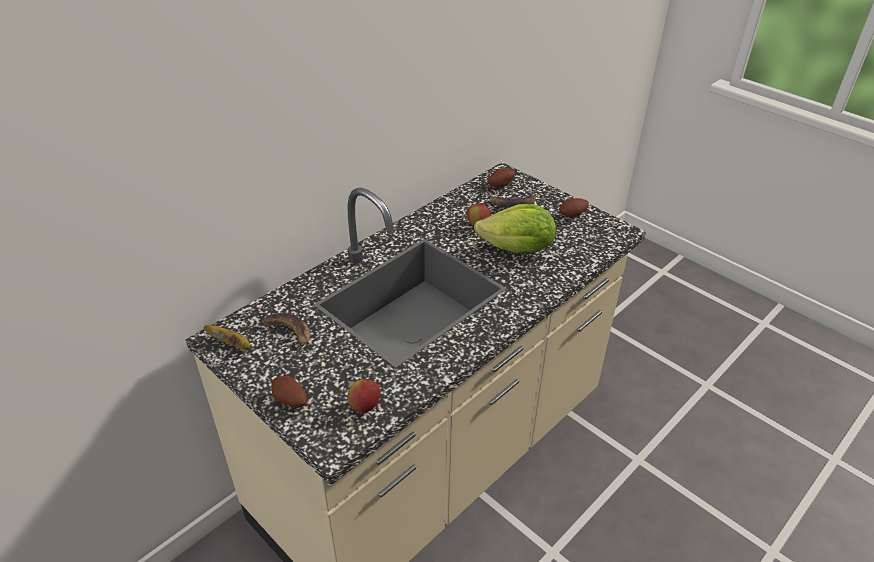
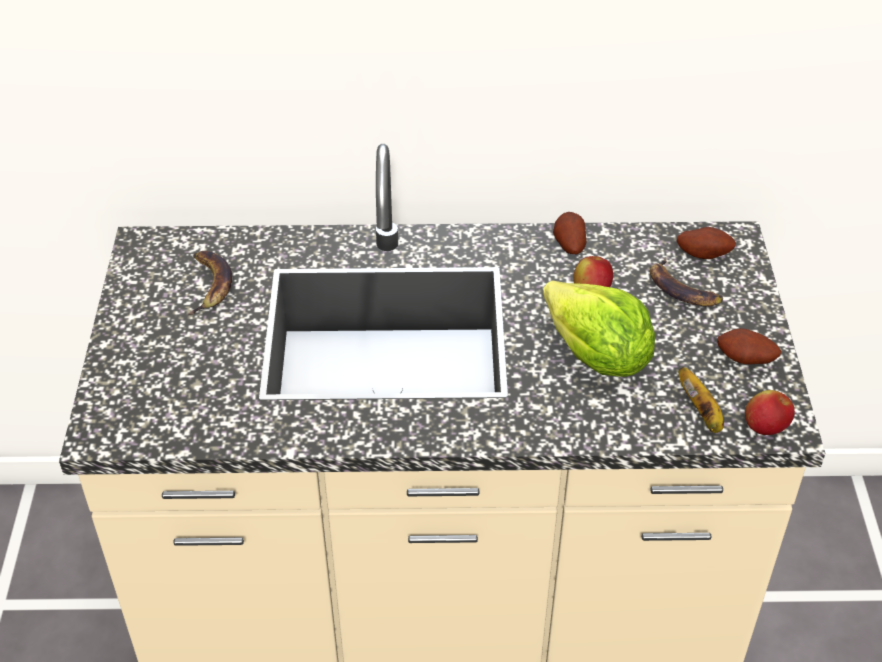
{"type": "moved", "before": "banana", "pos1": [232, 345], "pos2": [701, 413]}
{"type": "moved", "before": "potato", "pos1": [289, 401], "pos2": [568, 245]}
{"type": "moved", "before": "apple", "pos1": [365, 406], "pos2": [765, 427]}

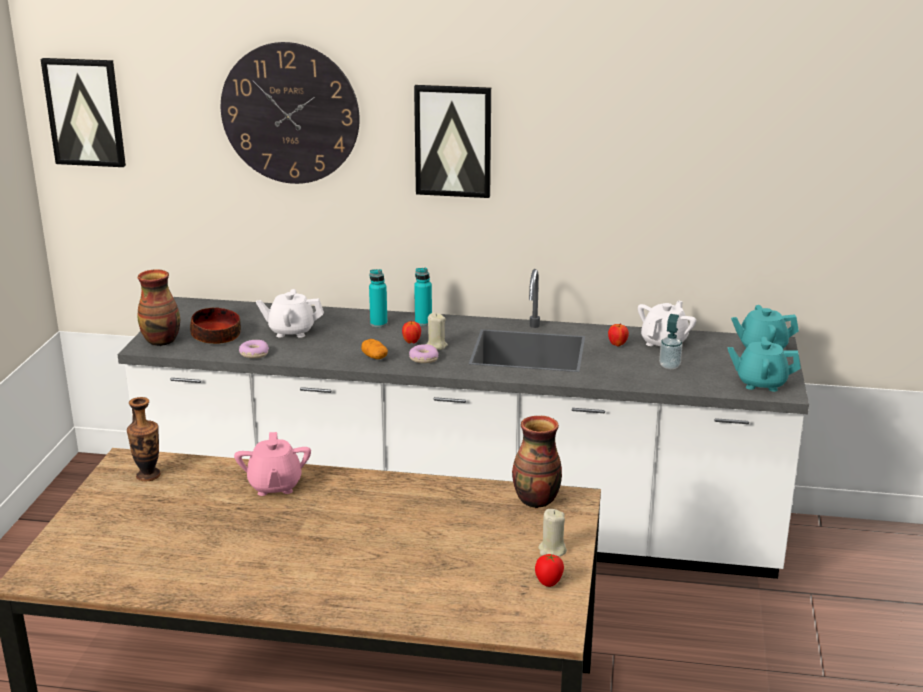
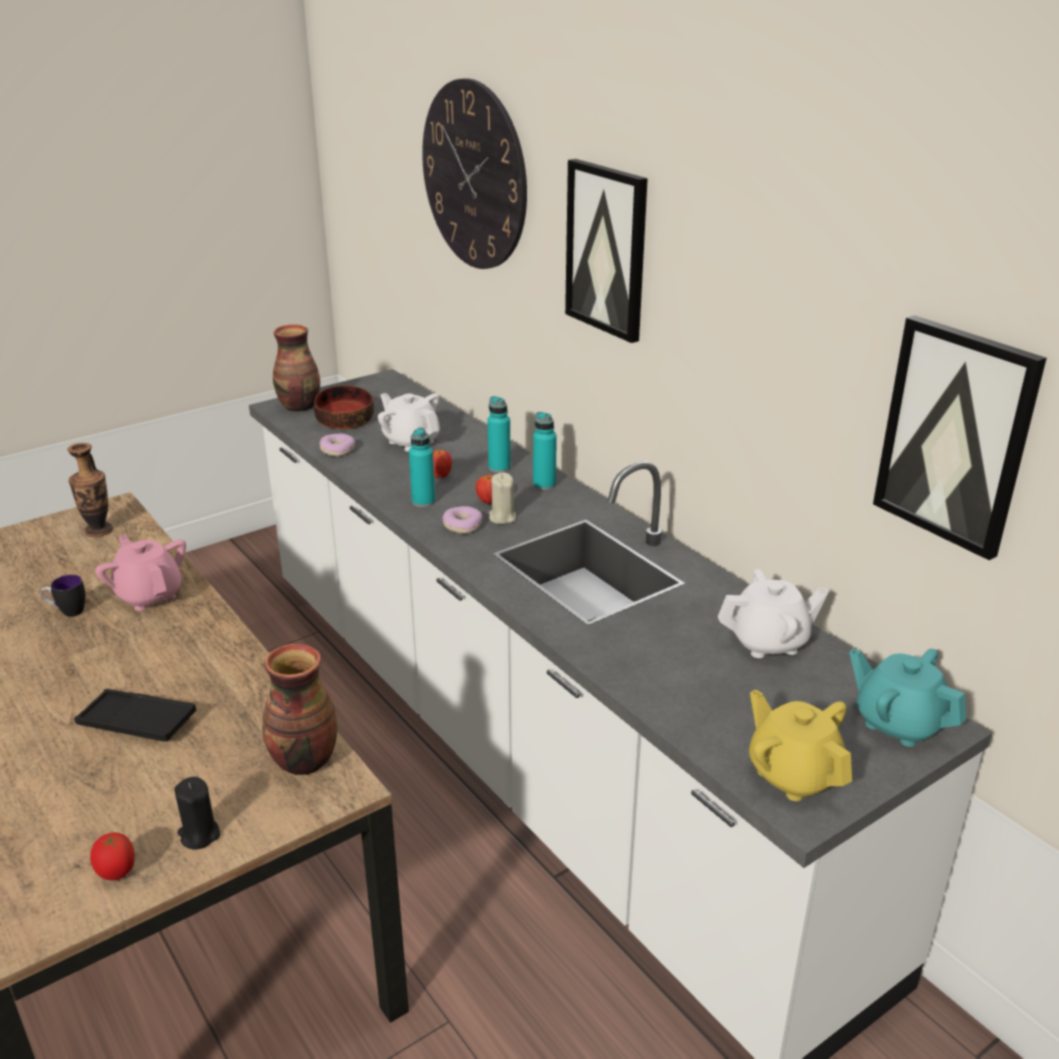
{"type": "removed", "before": "soap dispenser", "pos1": [669, 366]}
{"type": "added", "after": "mug", "pos2": [67, 612]}
{"type": "added", "after": "tray (black)", "pos2": [137, 722]}
{"type": "moved", "before": "picture", "pos1": [85, 112], "pos2": [955, 436]}
{"type": "moved", "before": "apple", "pos1": [617, 344], "pos2": [440, 476]}
{"type": "replaced", "before": "potato", "after": "bottle (turquoise)", "pos1": [374, 357], "pos2": [423, 502]}
{"type": "recoloured", "before": "candle (beige)", "after": "candle (black)", "pos1": [552, 550], "pos2": [199, 835]}
{"type": "recoloured", "before": "teapot (turquoise)", "after": "teapot (yellow)", "pos1": [760, 383], "pos2": [793, 774]}
{"type": "turned", "before": "teapot (pink)", "pos1": [275, 486], "pos2": [149, 595], "turn": 105}

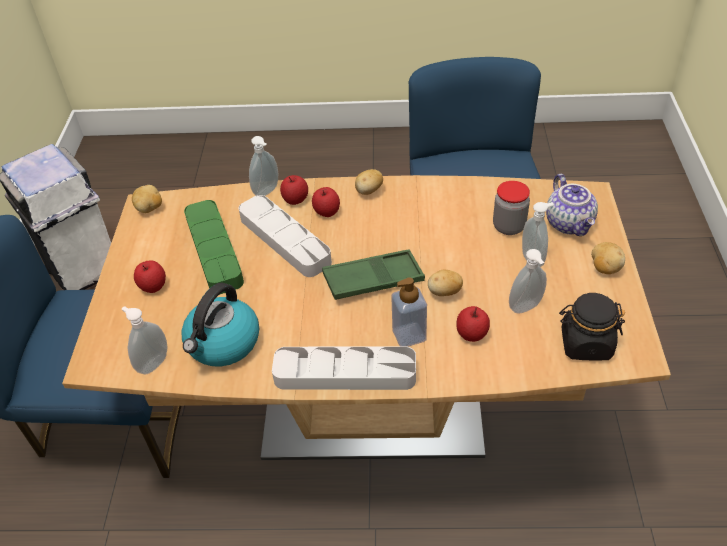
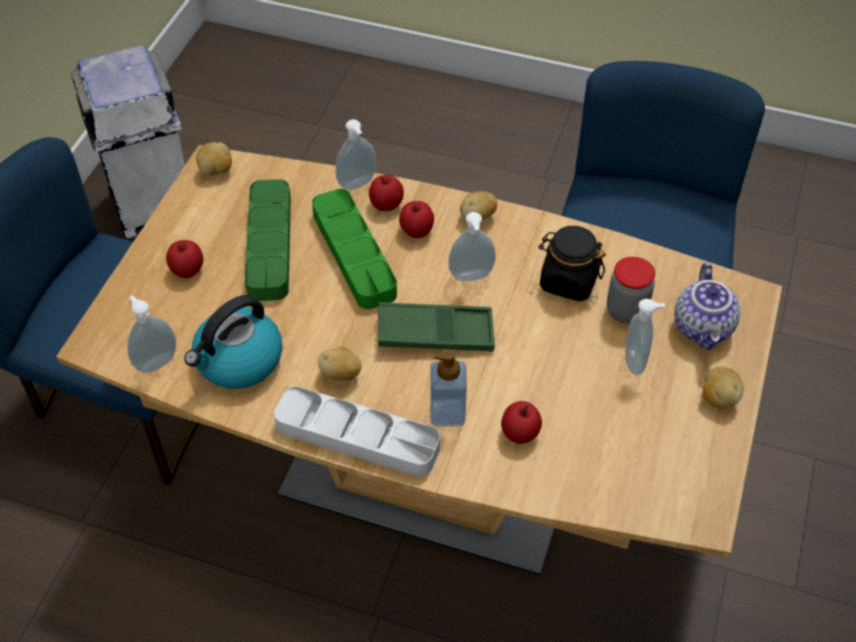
{"type": "moved", "before": "potato", "pos1": [444, 292], "pos2": [341, 374]}
{"type": "moved", "before": "soap dispenser", "pos1": [526, 308], "pos2": [471, 278]}
{"type": "moved", "before": "jar (black)", "pos1": [585, 344], "pos2": [568, 281]}
{"type": "recoloured", "before": "tray (grey)", "after": "tray (green)", "pos1": [284, 240], "pos2": [354, 253]}

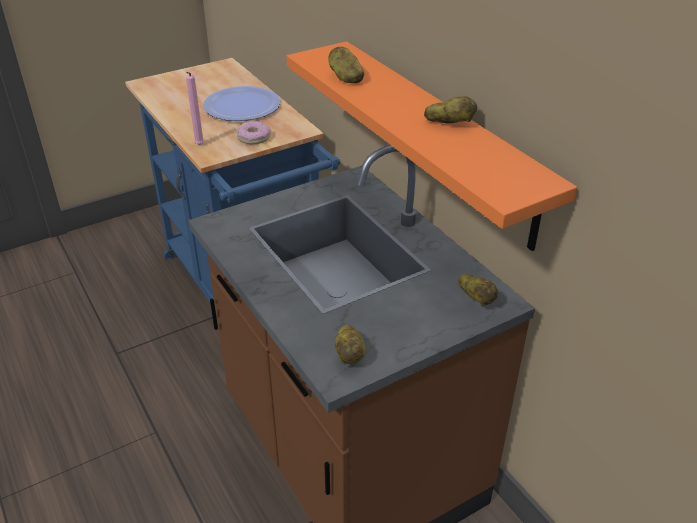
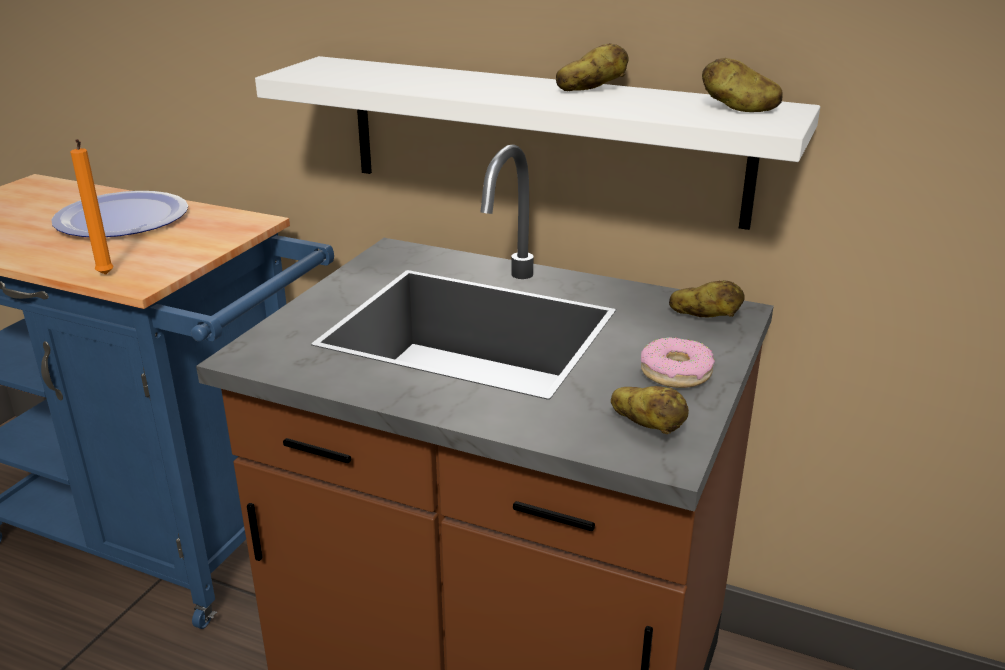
{"type": "moved", "before": "donut", "pos1": [254, 137], "pos2": [675, 373]}
{"type": "moved", "before": "potato", "pos1": [345, 78], "pos2": [738, 109]}
{"type": "recoloured", "before": "candle (pink)", "after": "candle (orange)", "pos1": [199, 146], "pos2": [105, 275]}
{"type": "recoloured", "before": "shelf (orange)", "after": "shelf (white)", "pos1": [439, 140], "pos2": [542, 139]}

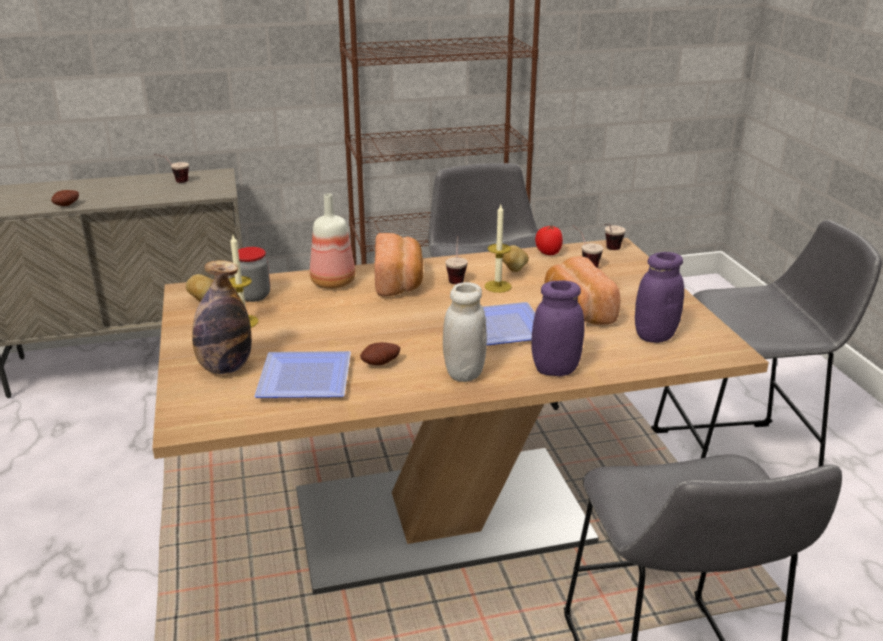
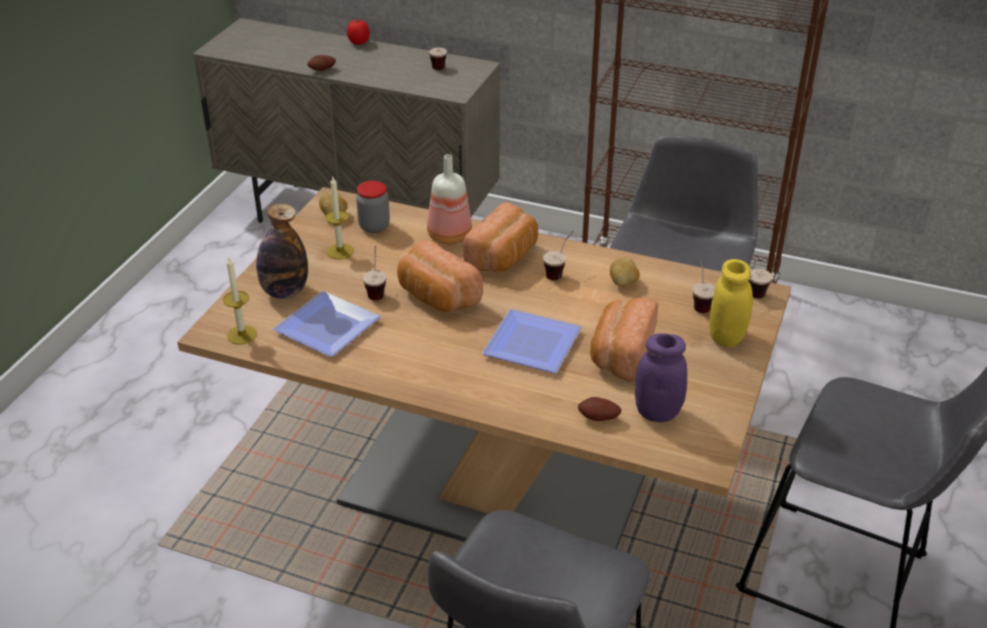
{"type": "removed", "before": "jar (white)", "pos1": [464, 373]}
{"type": "removed", "before": "jar (purple)", "pos1": [555, 369]}
{"type": "added", "after": "cup", "pos2": [376, 290]}
{"type": "added", "after": "bread", "pos2": [436, 297]}
{"type": "added", "after": "jar (yellow)", "pos2": [726, 337]}
{"type": "moved", "before": "potato", "pos1": [381, 364], "pos2": [598, 419]}
{"type": "moved", "before": "candle", "pos1": [498, 286], "pos2": [242, 335]}
{"type": "moved", "before": "tomato", "pos1": [548, 253], "pos2": [358, 42]}

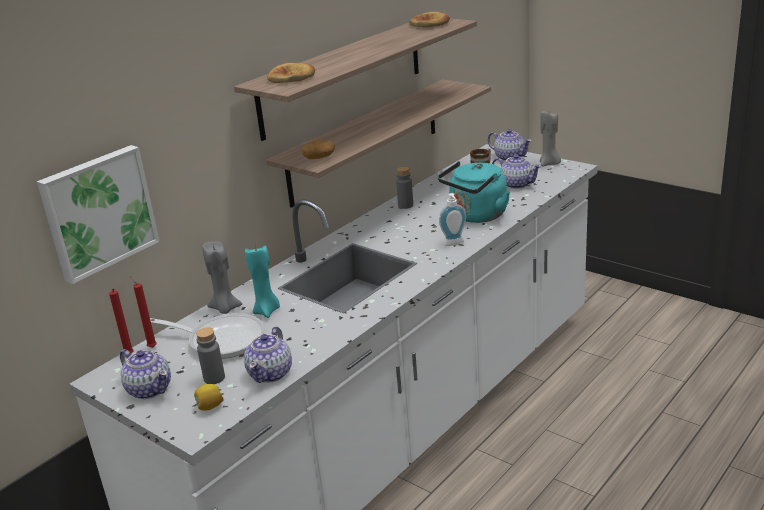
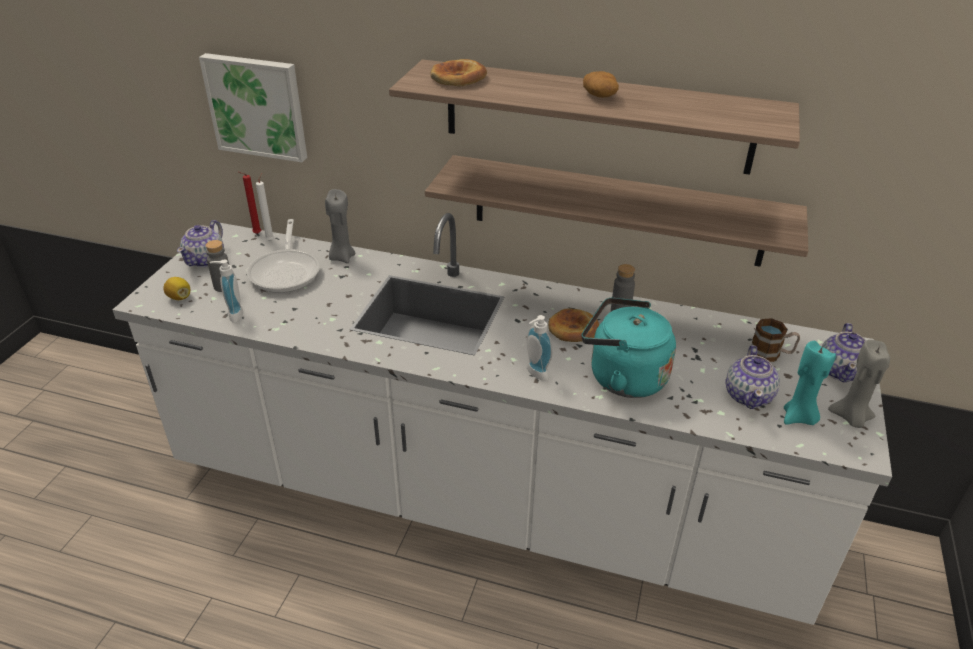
{"type": "moved", "before": "candle (turquoise)", "pos1": [267, 311], "pos2": [798, 418]}
{"type": "moved", "before": "potato", "pos1": [319, 157], "pos2": [600, 96]}
{"type": "moved", "before": "bread", "pos1": [430, 24], "pos2": [573, 329]}
{"type": "replaced", "before": "teapot", "after": "soap dispenser", "pos1": [271, 373], "pos2": [233, 315]}
{"type": "recoloured", "before": "candle (red)", "after": "candle (white)", "pos1": [151, 347], "pos2": [271, 240]}

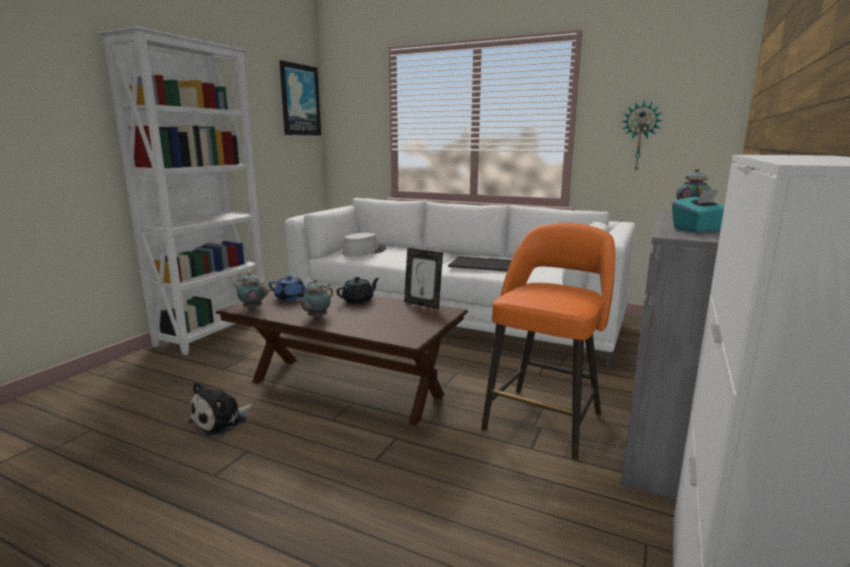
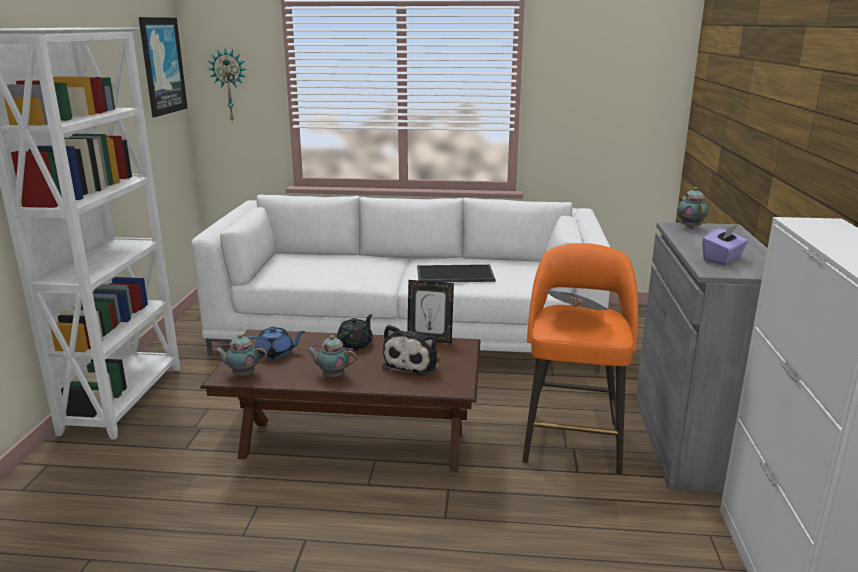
{"type": "removed", "before": "hat (grey)", "pos1": [364, 251]}
{"type": "added", "after": "newspaper", "pos2": [575, 318]}
{"type": "moved", "before": "plush toy", "pos1": [221, 421], "pos2": [413, 363]}
{"type": "moved", "before": "wall clock", "pos1": [640, 137], "pos2": [229, 85]}
{"type": "recoloured", "before": "tissue box (turquoise)", "after": "tissue box (purple)", "pos1": [699, 230], "pos2": [722, 259]}
{"type": "turned", "before": "teapot", "pos1": [316, 317], "pos2": [332, 376], "turn": 90}

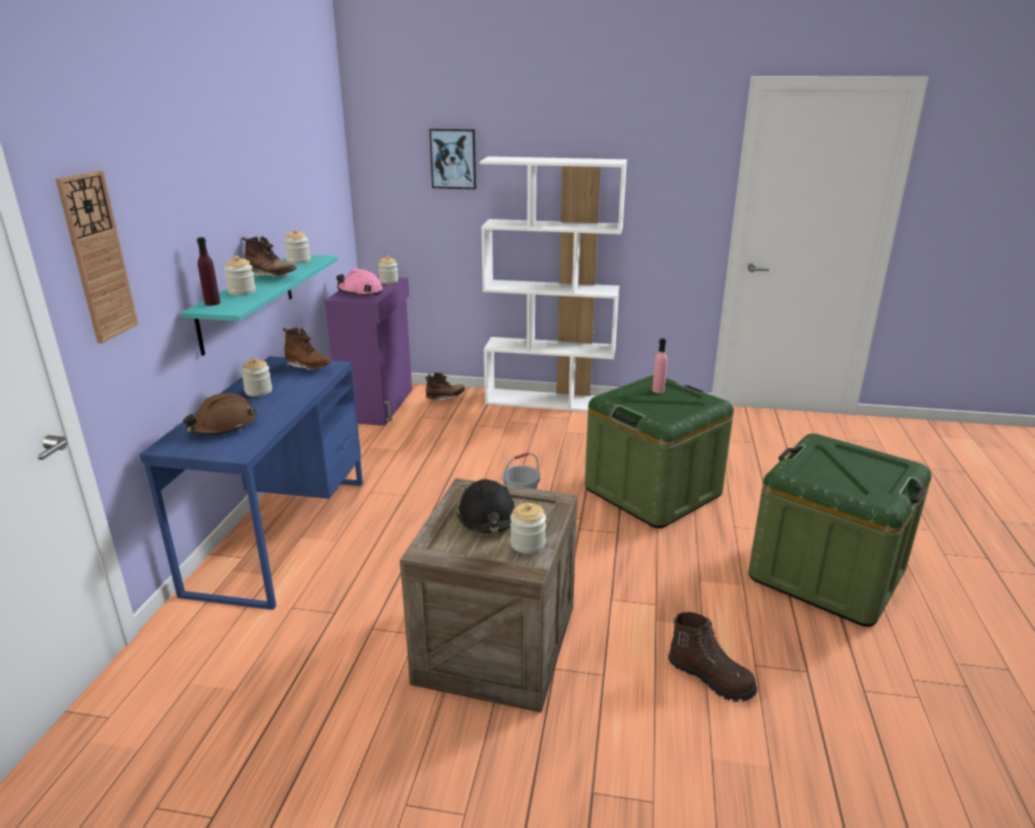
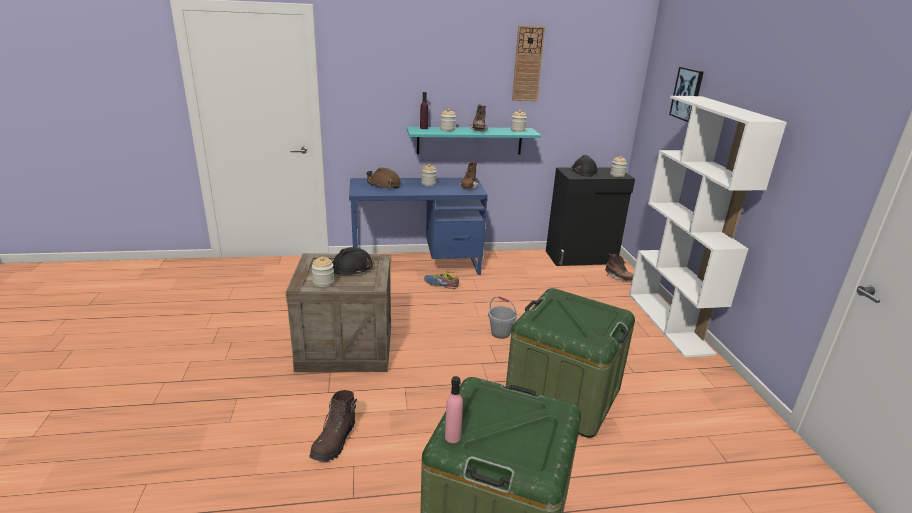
{"type": "added", "after": "shoe", "pos2": [441, 284]}
{"type": "moved", "before": "wall clock", "pos1": [98, 257], "pos2": [527, 64]}
{"type": "moved", "before": "bottle (pink)", "pos1": [658, 390], "pos2": [452, 437]}
{"type": "recoloured", "before": "cabinet (purple)", "after": "cabinet (black)", "pos1": [378, 405], "pos2": [581, 258]}
{"type": "recoloured", "before": "hard hat (pink)", "after": "hard hat (black)", "pos1": [360, 292], "pos2": [583, 172]}

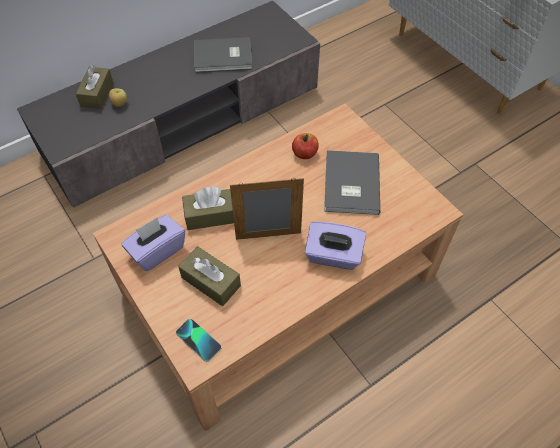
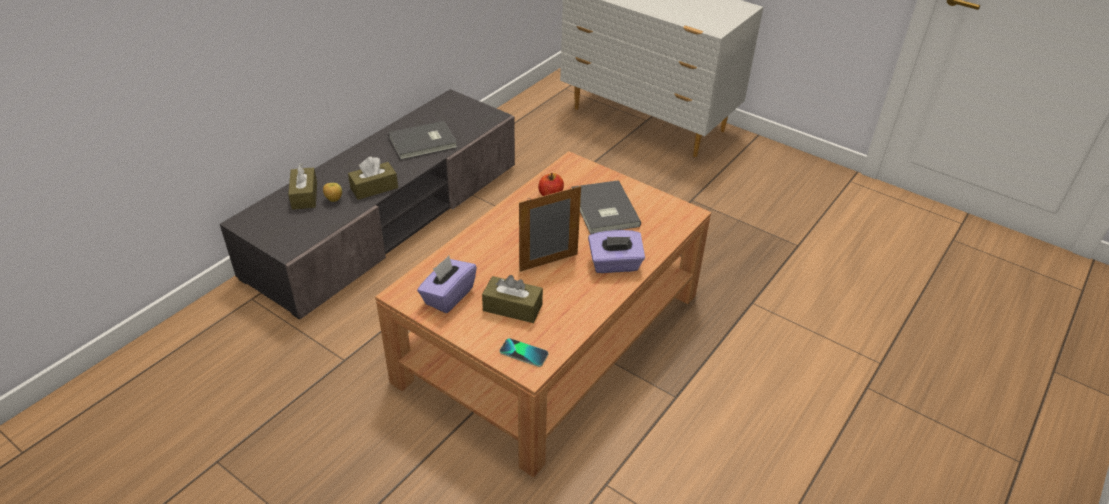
{"type": "moved", "before": "tissue box (brown)", "pos1": [211, 215], "pos2": [374, 188]}

